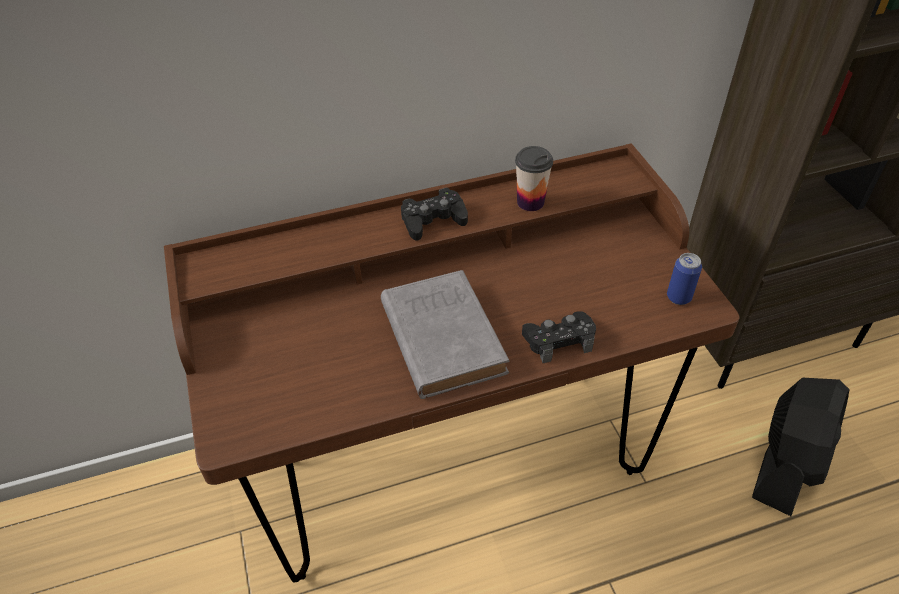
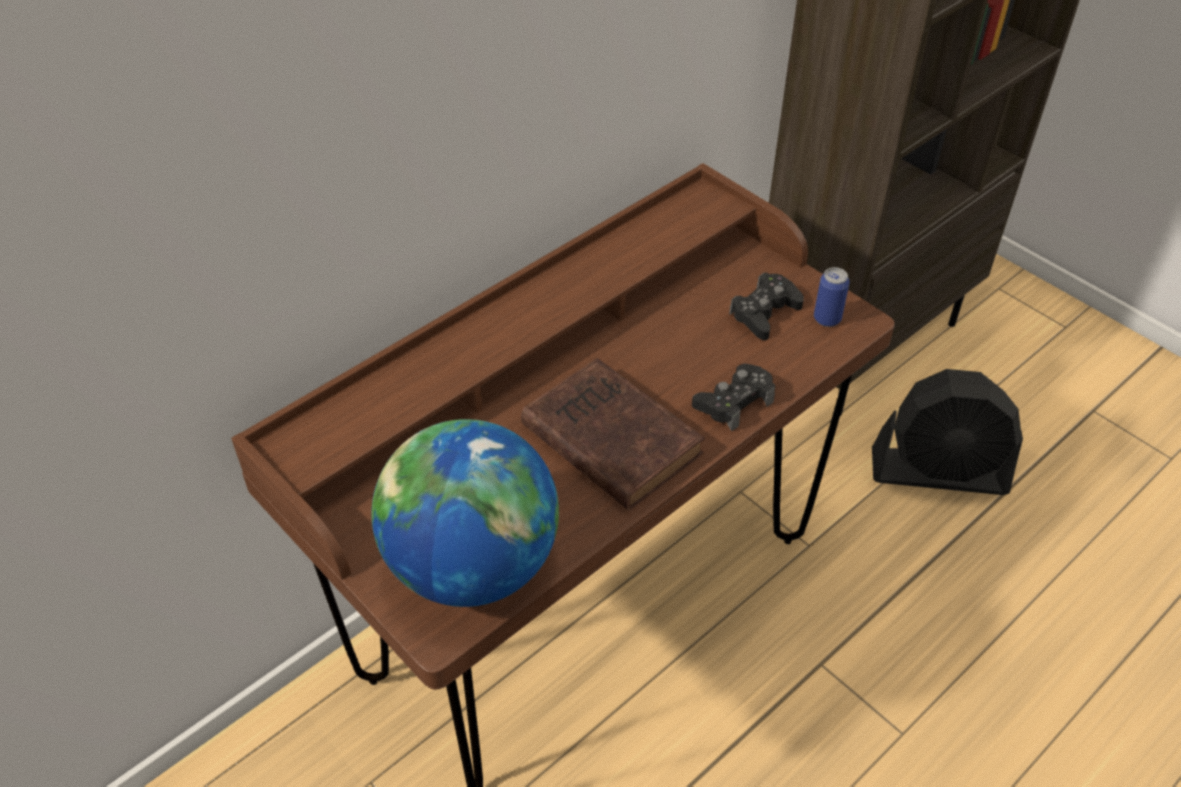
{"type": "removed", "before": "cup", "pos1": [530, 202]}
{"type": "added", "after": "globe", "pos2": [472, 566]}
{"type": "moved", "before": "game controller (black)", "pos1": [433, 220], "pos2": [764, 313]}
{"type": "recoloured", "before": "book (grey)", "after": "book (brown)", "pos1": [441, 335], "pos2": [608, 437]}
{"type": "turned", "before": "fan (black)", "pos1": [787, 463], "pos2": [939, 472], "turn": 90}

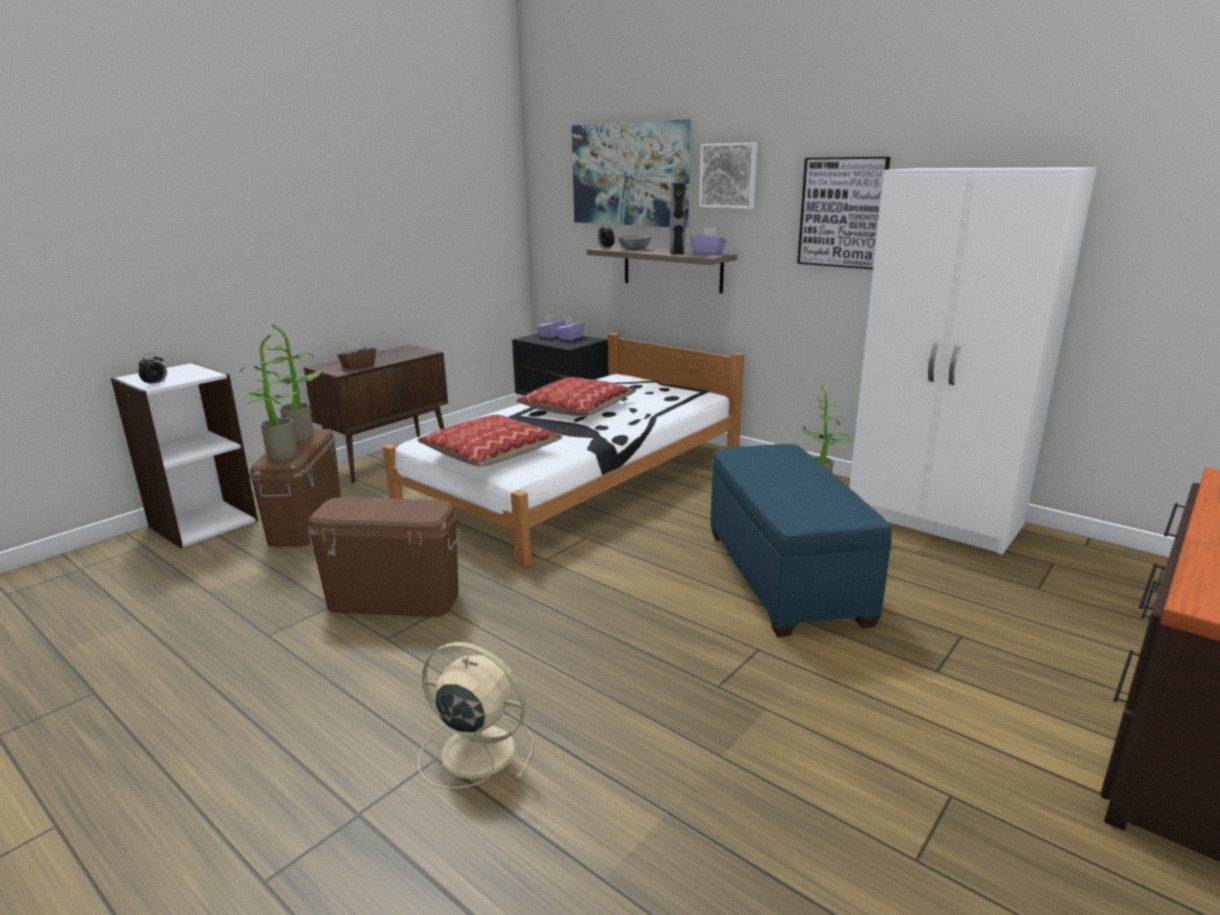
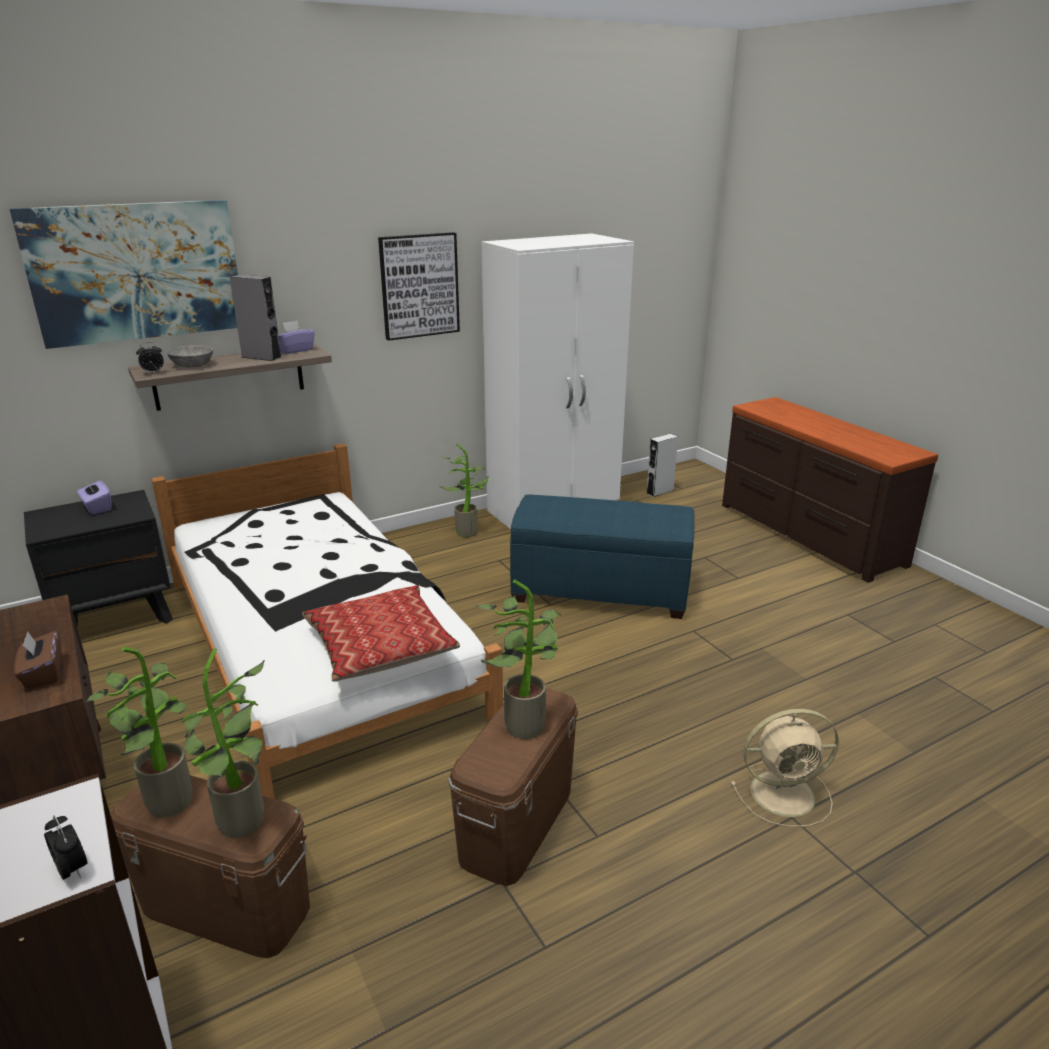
{"type": "removed", "before": "pillow", "pos1": [577, 408]}
{"type": "removed", "before": "tissue box (purple)", "pos1": [551, 336]}
{"type": "removed", "before": "picture", "pos1": [729, 176]}
{"type": "added", "after": "potted plant", "pos2": [524, 722]}
{"type": "added", "after": "speaker (grey)", "pos2": [659, 492]}
{"type": "turned", "before": "fan (beige)", "pos1": [474, 750], "pos2": [785, 793], "turn": -135}

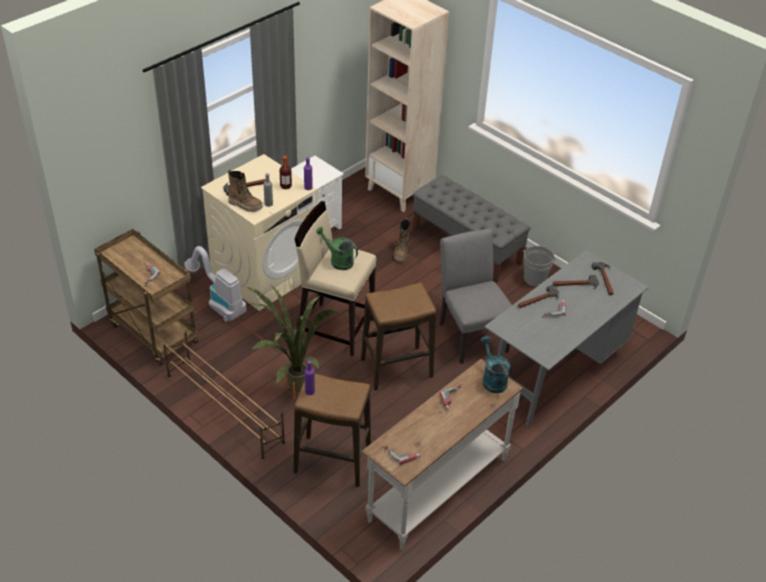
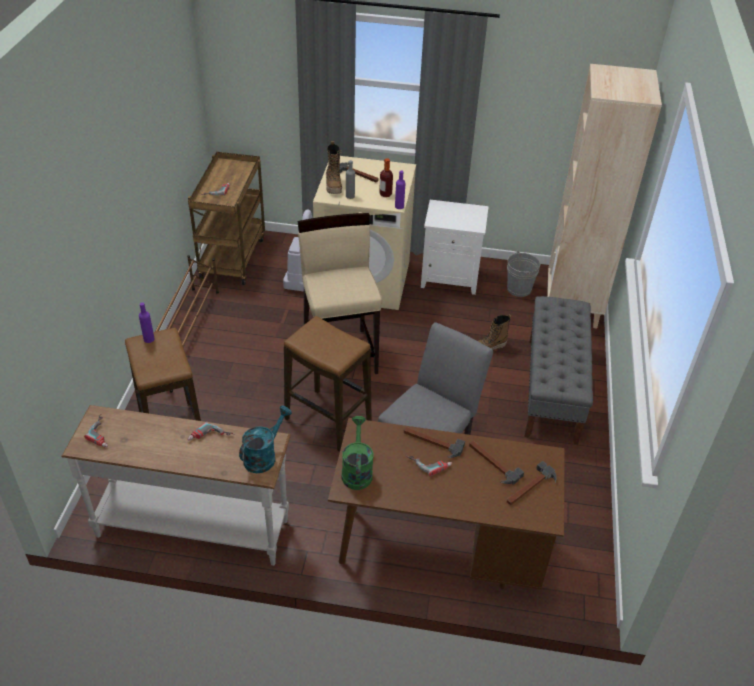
{"type": "removed", "before": "potted plant", "pos1": [291, 391]}
{"type": "moved", "before": "watering can (green)", "pos1": [338, 260], "pos2": [356, 470]}
{"type": "moved", "before": "bucket (grey)", "pos1": [535, 279], "pos2": [519, 289]}
{"type": "recoloured", "before": "desk (grey)", "after": "desk (brown)", "pos1": [554, 373], "pos2": [439, 550]}

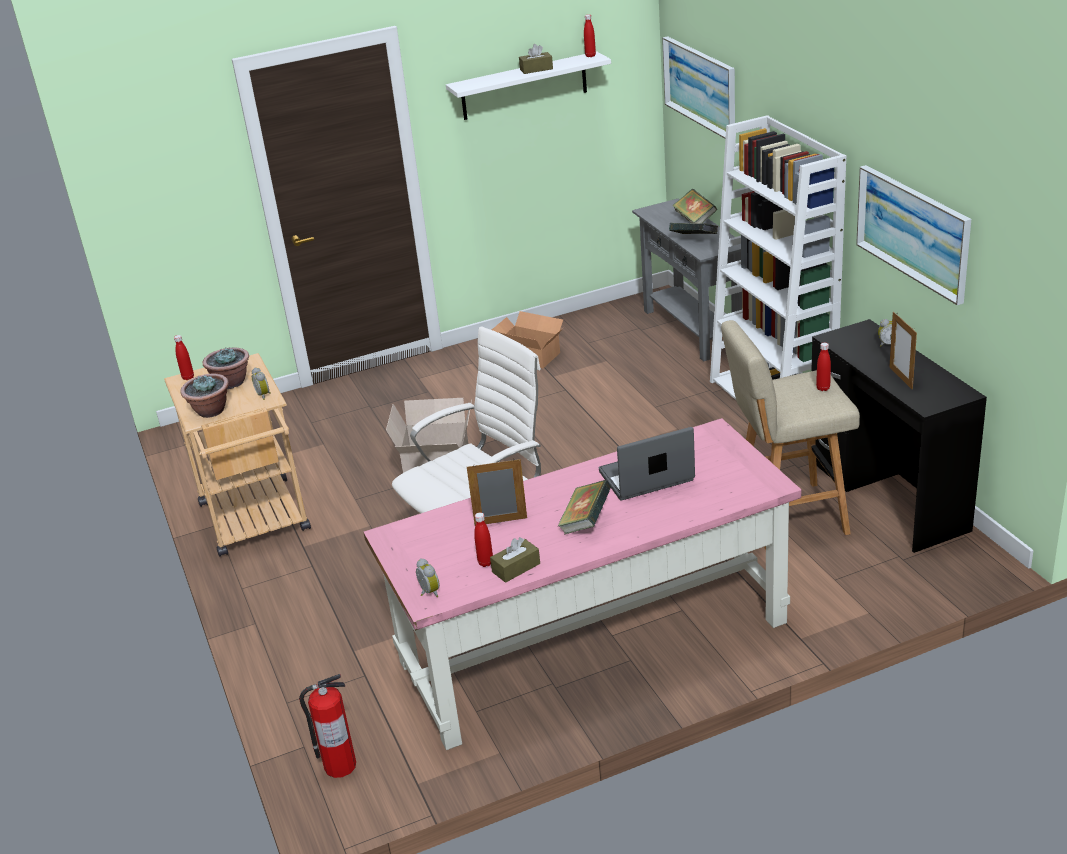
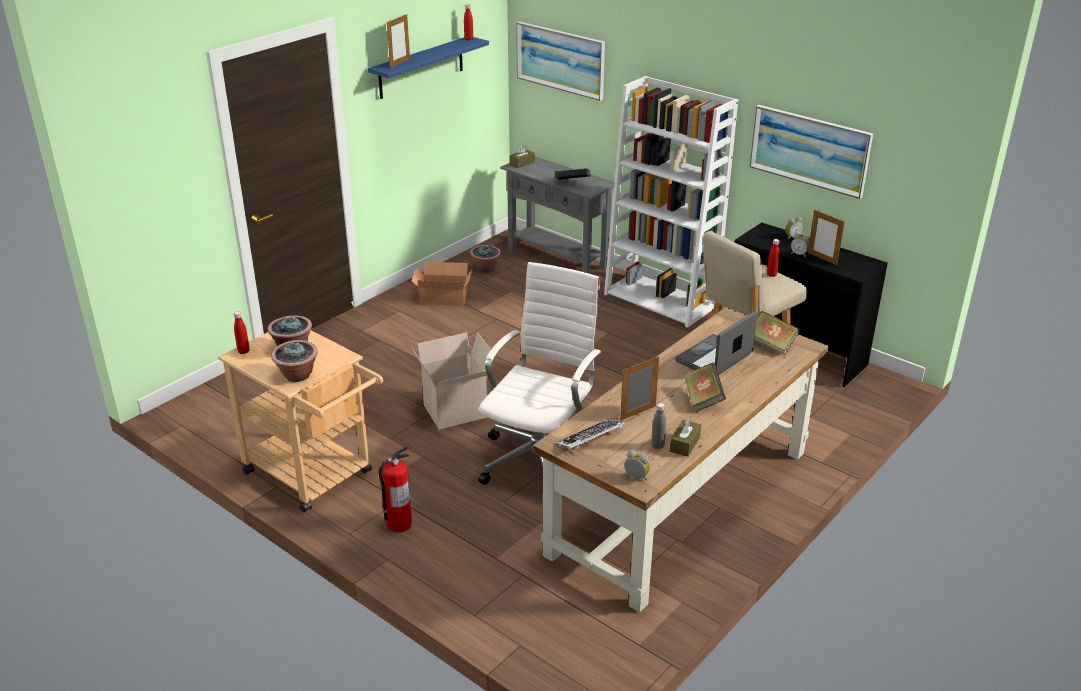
{"type": "added", "after": "picture frame", "pos2": [400, 63]}
{"type": "added", "after": "potted plant", "pos2": [486, 268]}
{"type": "added", "after": "keyboard", "pos2": [591, 438]}
{"type": "moved", "before": "alarm clock", "pos1": [264, 395], "pos2": [799, 255]}
{"type": "moved", "before": "fire extinguisher", "pos1": [339, 765], "pos2": [398, 524]}
{"type": "moved", "before": "tissue box (brown)", "pos1": [536, 69], "pos2": [522, 163]}
{"type": "moved", "before": "book", "pos1": [694, 220], "pos2": [771, 345]}
{"type": "recoloured", "before": "desk (pink)", "after": "desk (brown)", "pos1": [592, 643], "pos2": [681, 503]}
{"type": "recoloured", "before": "shelf (white)", "after": "shelf (blue)", "pos1": [524, 86], "pos2": [421, 67]}
{"type": "recoloured", "before": "bottle (red)", "after": "bottle (grey)", "pos1": [485, 563], "pos2": [657, 446]}

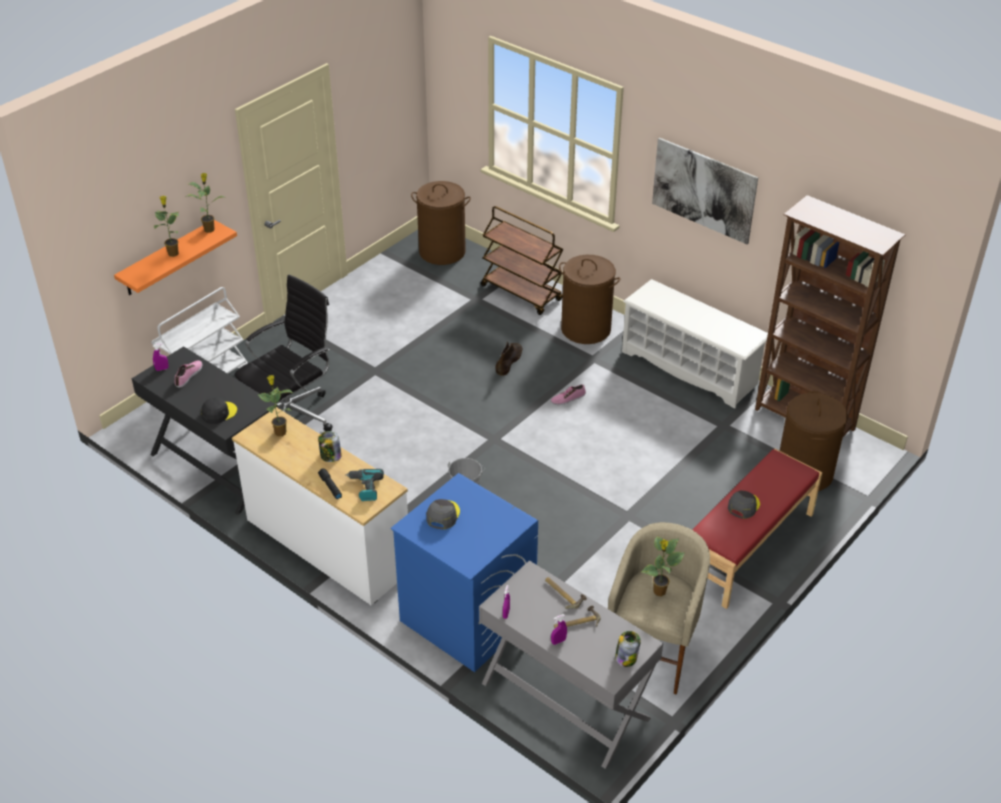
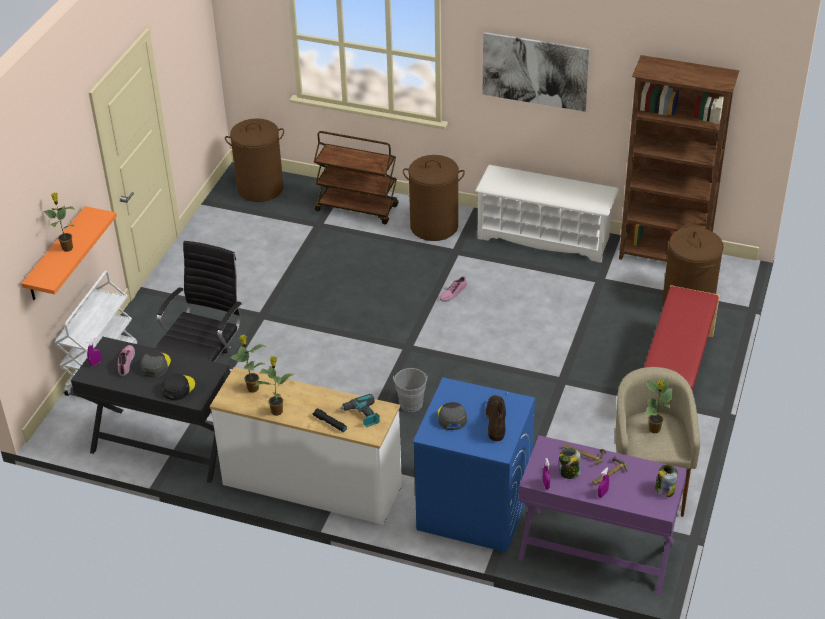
{"type": "moved", "before": "potted plant", "pos1": [210, 229], "pos2": [277, 411]}
{"type": "moved", "before": "jar", "pos1": [330, 456], "pos2": [569, 472]}
{"type": "moved", "before": "boot (brown)", "pos1": [509, 361], "pos2": [496, 420]}
{"type": "moved", "before": "cap (grey)", "pos1": [743, 506], "pos2": [155, 365]}
{"type": "recoloured", "before": "desk (grey)", "after": "desk (purple)", "pos1": [564, 701], "pos2": [596, 551]}

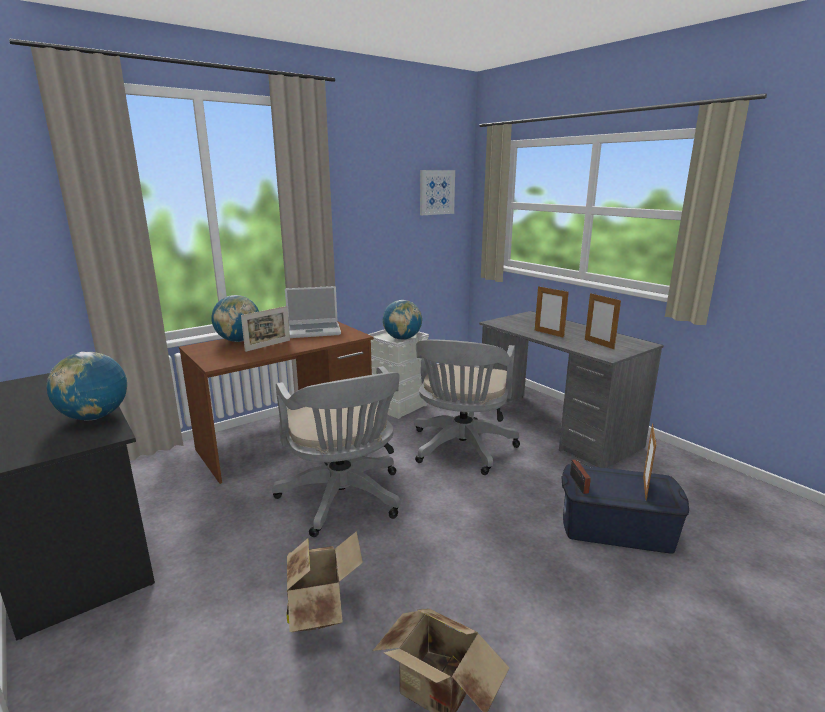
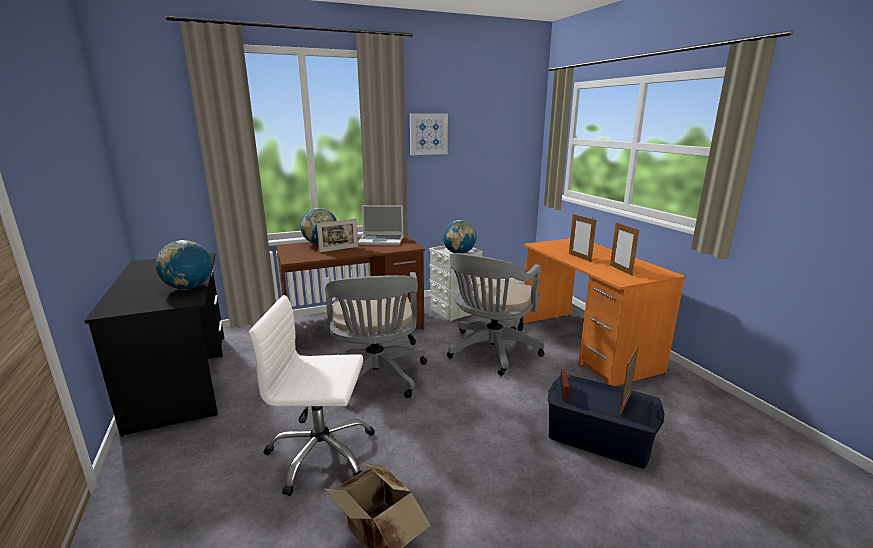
{"type": "moved", "before": "picture", "pos1": [436, 192], "pos2": [428, 134]}
{"type": "replaced", "before": "cardboard box", "after": "office chair (white)", "pos1": [321, 608], "pos2": [321, 454]}
{"type": "recoloured", "before": "desk (grey)", "after": "desk (orange)", "pos1": [556, 428], "pos2": [586, 345]}

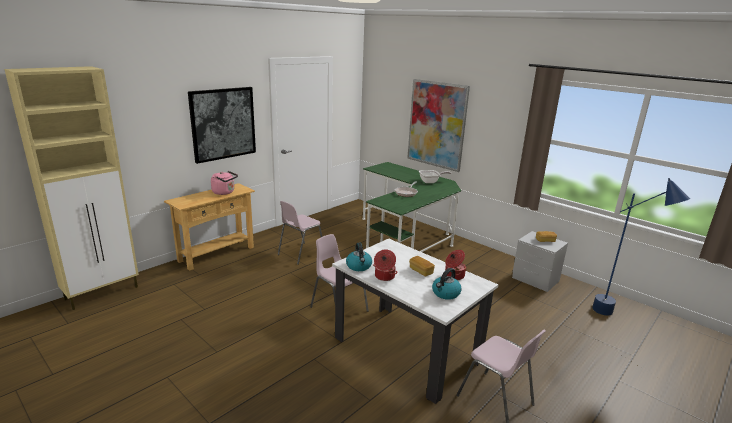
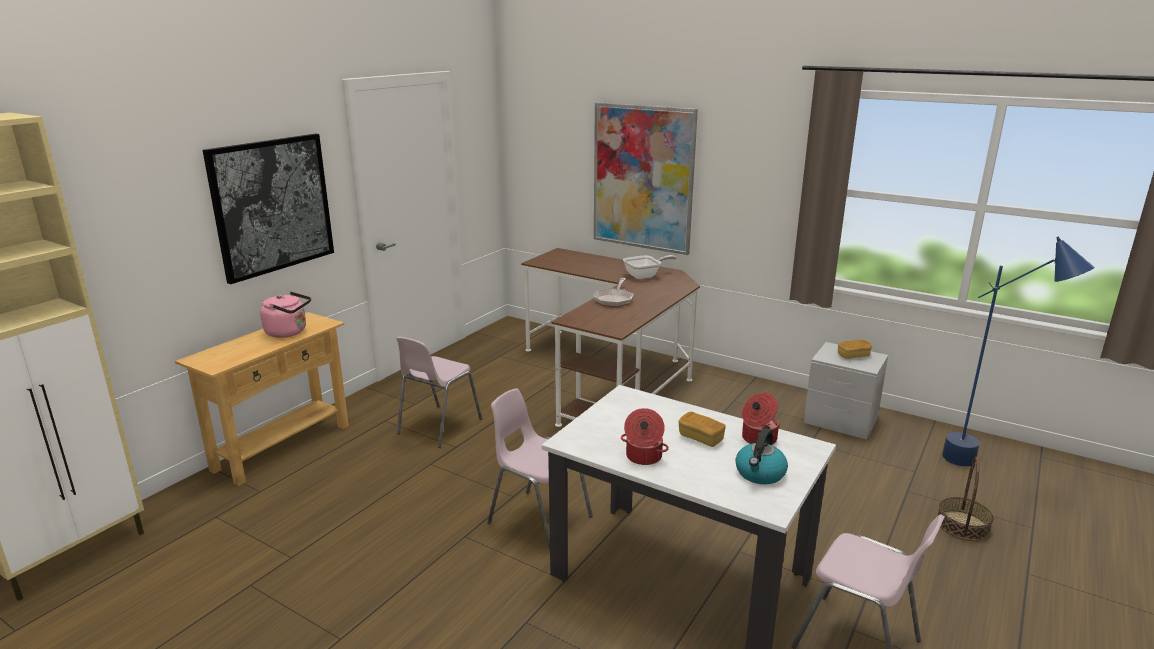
{"type": "removed", "before": "kettle", "pos1": [359, 266]}
{"type": "added", "after": "basket", "pos2": [963, 525]}
{"type": "recoloured", "before": "desk (green)", "after": "desk (brown)", "pos1": [406, 239], "pos2": [612, 377]}

